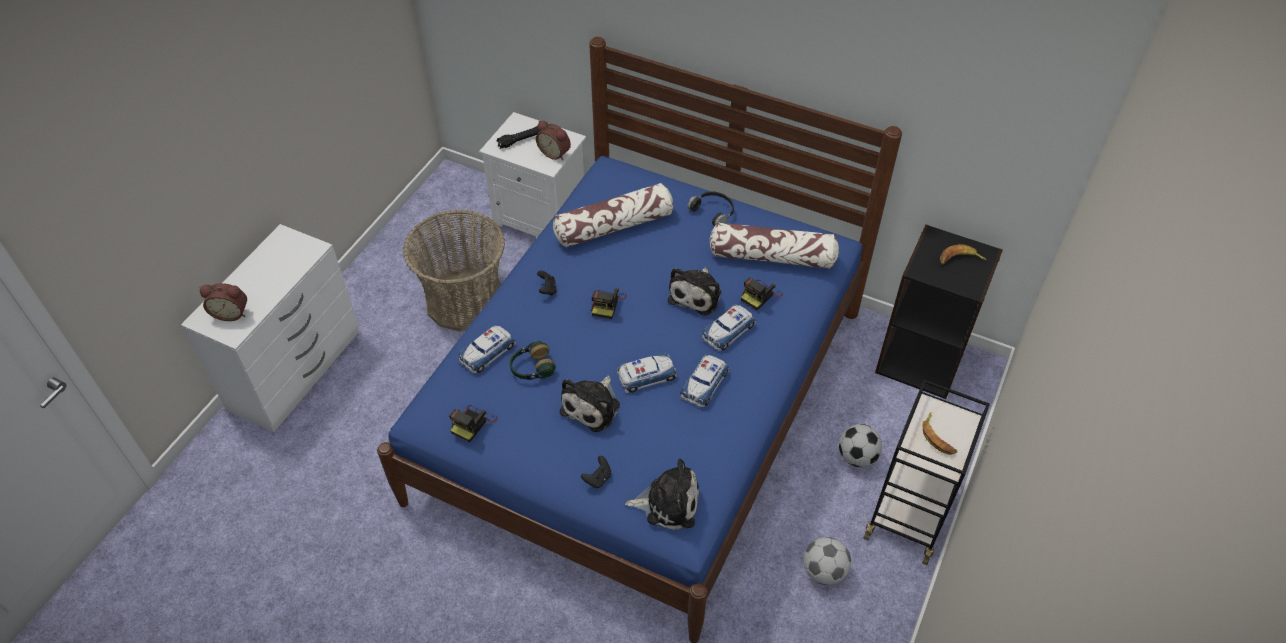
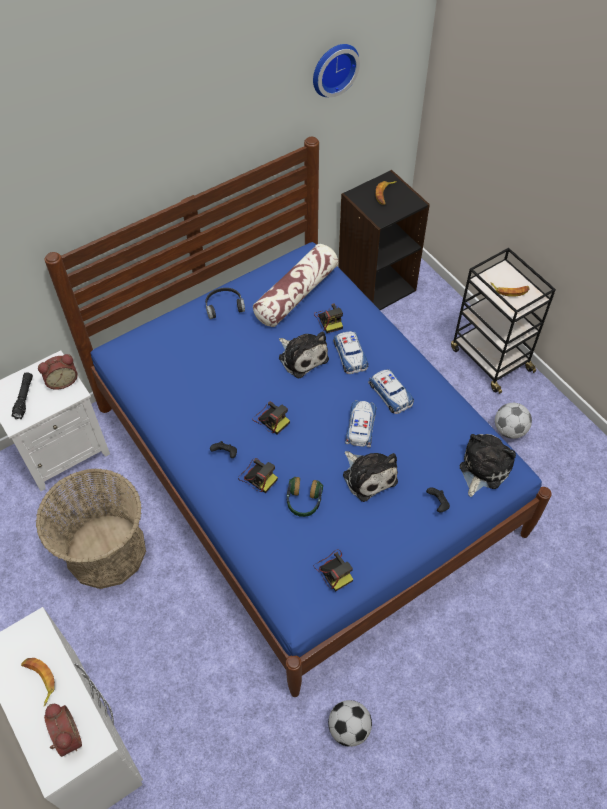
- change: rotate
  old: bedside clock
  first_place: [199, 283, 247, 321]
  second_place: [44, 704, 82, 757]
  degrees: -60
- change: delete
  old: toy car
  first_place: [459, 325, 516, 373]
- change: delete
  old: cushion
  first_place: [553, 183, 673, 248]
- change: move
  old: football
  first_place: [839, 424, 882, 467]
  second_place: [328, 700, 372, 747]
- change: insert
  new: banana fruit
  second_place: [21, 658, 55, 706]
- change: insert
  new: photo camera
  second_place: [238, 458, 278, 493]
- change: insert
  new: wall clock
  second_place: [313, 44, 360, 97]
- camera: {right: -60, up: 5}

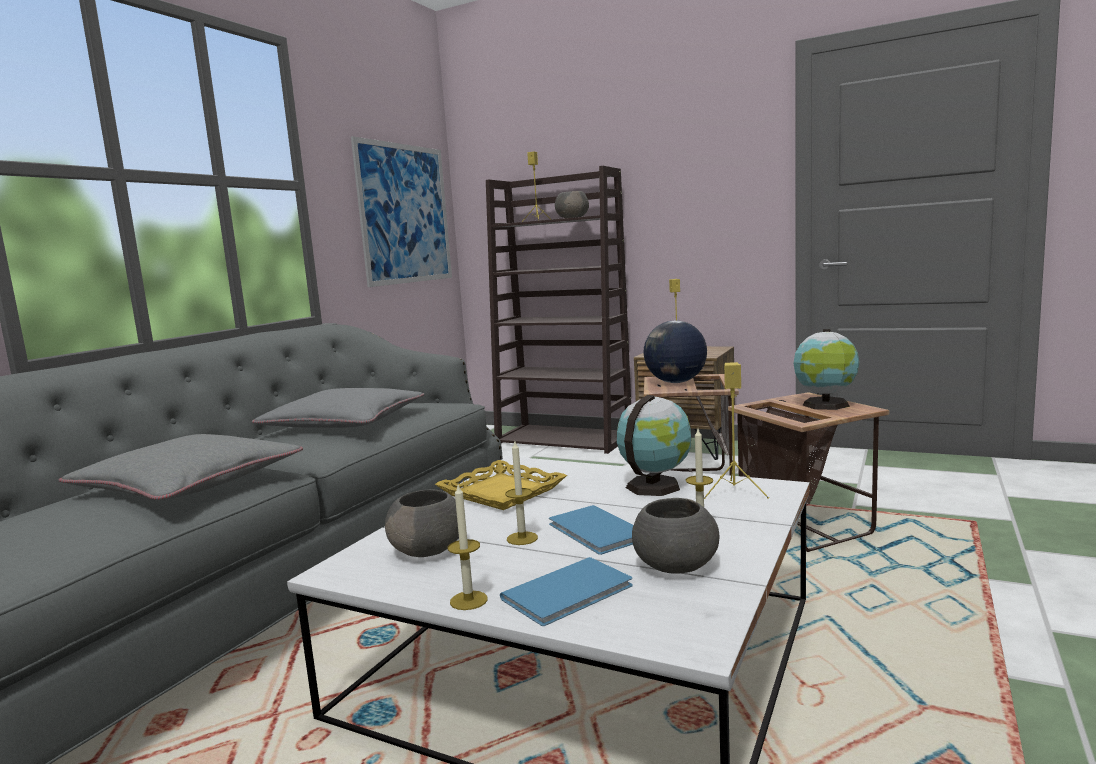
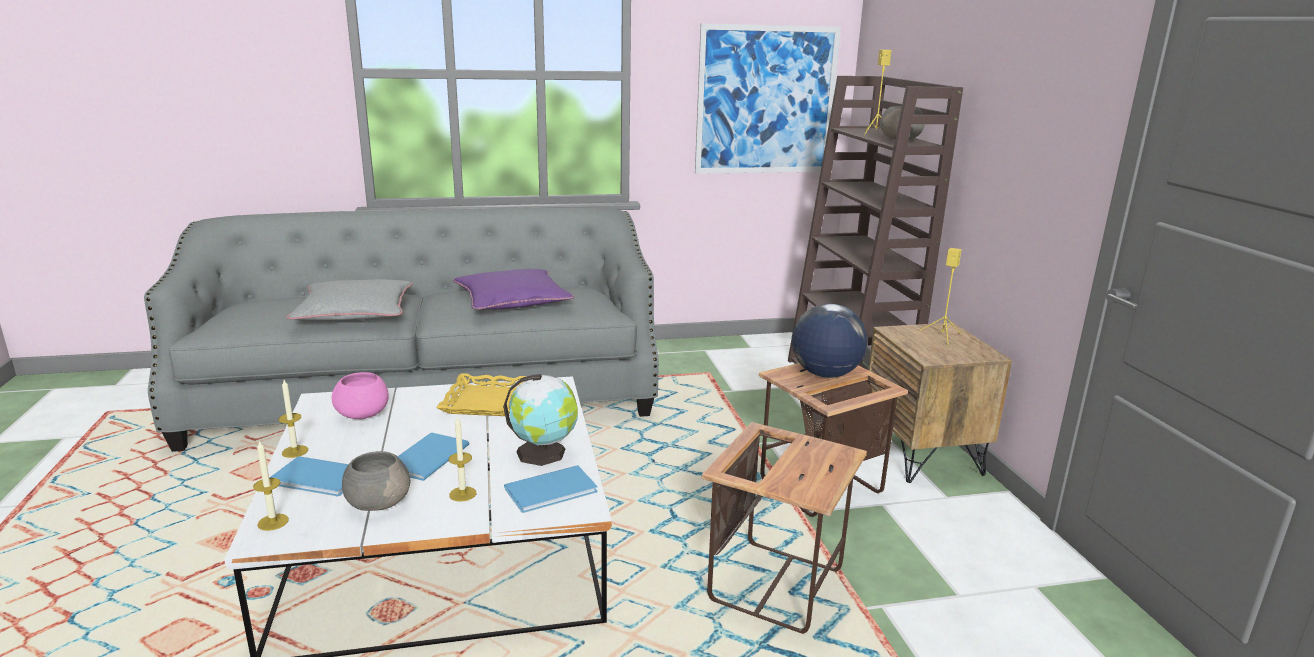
- change: recolor
  old: cushion in grey
  new: cushion in purple
  first_place: [252, 388, 424, 428]
  second_place: [453, 269, 574, 310]
- change: recolor
  old: bowl in grey
  new: bowl in pink-coloured
  first_place: [385, 489, 459, 557]
  second_place: [332, 372, 389, 419]
- change: move
  old: wax candle
  first_place: [505, 441, 538, 545]
  second_place: [253, 440, 289, 531]
- change: replace
  old: speaker in yellow
  new: bound book in blue
  first_place: [704, 362, 769, 499]
  second_place: [504, 465, 597, 513]
- change: delete
  old: globe
  first_place: [794, 329, 859, 410]
- camera: {right: 50, up: 10}

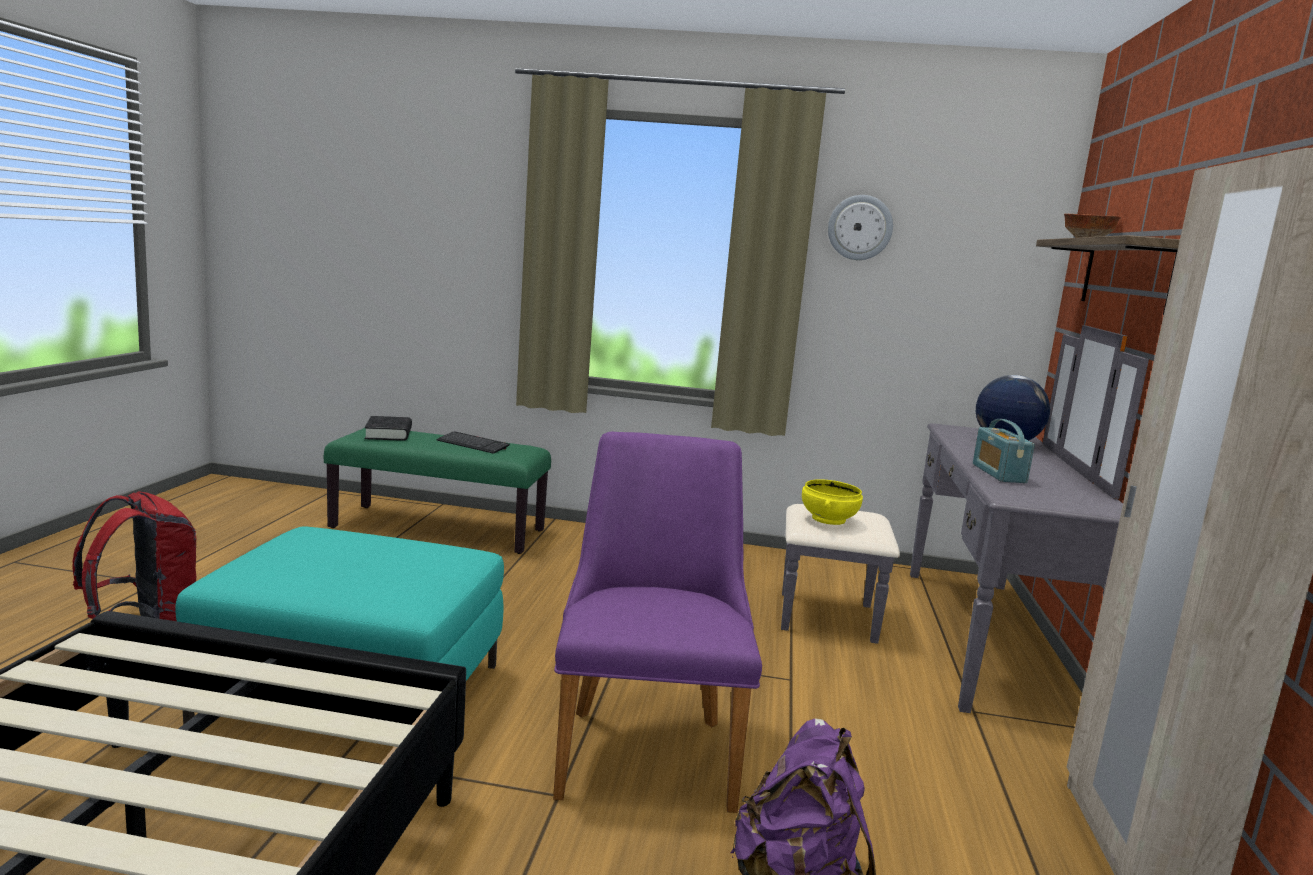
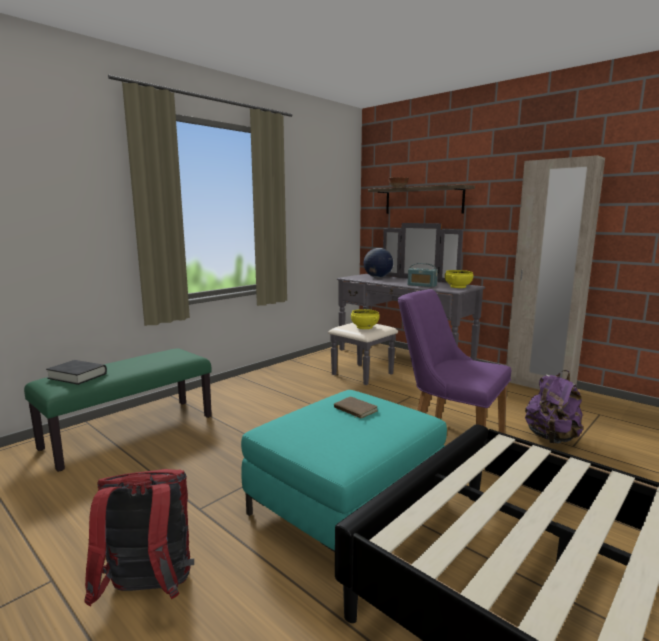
- change: delete
  old: computer keyboard
  first_place: [437, 431, 510, 454]
- change: delete
  old: wall clock
  first_place: [828, 195, 893, 260]
- change: insert
  new: bound book in brown-coloured
  second_place: [334, 397, 378, 418]
- change: insert
  new: bowl in yellow
  second_place: [445, 270, 473, 288]
- camera: {right: -55, up: 0}

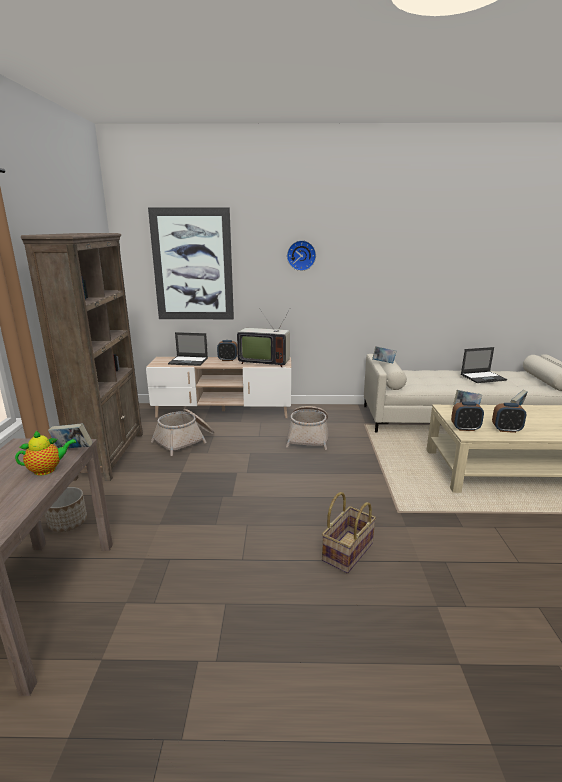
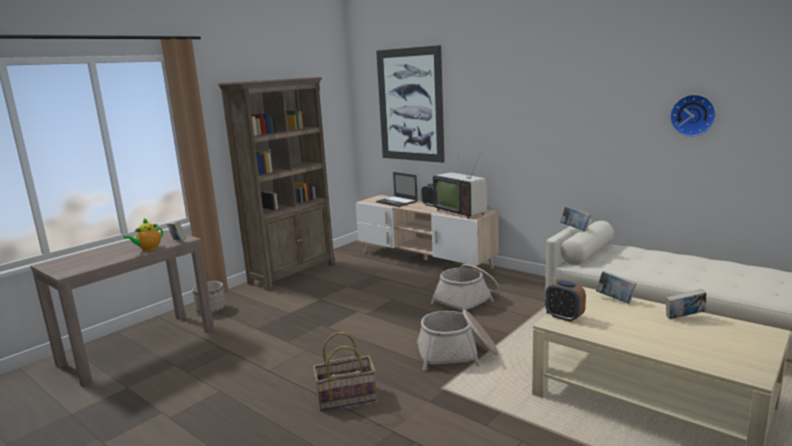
- change: rotate
  old: tea pot
  first_place: [15, 430, 76, 476]
  second_place: [123, 219, 163, 251]
  degrees: 120
- change: move
  old: basket
  first_place: [151, 409, 214, 456]
  second_place: [416, 310, 499, 371]
- change: move
  old: wall clock
  first_place: [287, 240, 316, 271]
  second_place: [670, 94, 716, 137]
- change: delete
  old: portable computer
  first_place: [461, 347, 507, 383]
- change: delete
  old: bedside clock
  first_place: [492, 403, 526, 433]
- camera: {right: 40, up: -5}

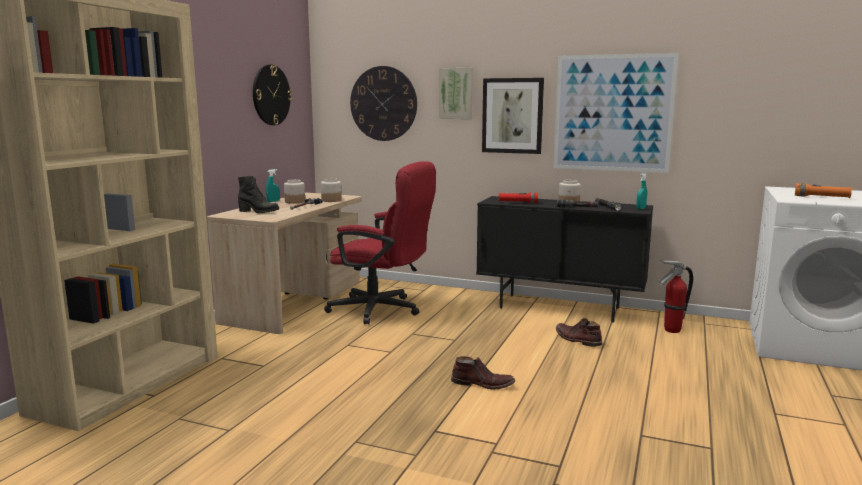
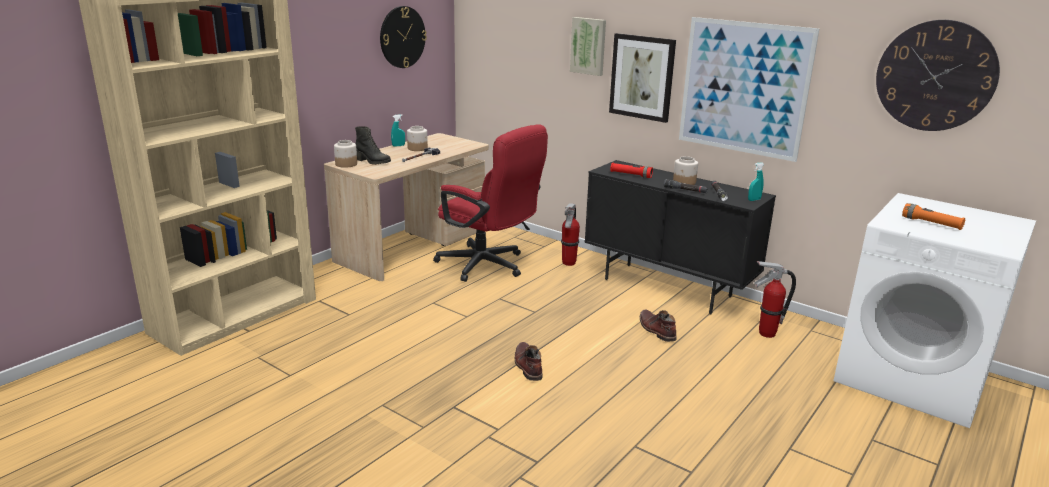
- change: move
  old: storage jar
  first_place: [321, 178, 341, 202]
  second_place: [334, 140, 357, 168]
- change: move
  old: wall clock
  first_place: [350, 66, 417, 141]
  second_place: [876, 20, 1000, 131]
- change: rotate
  old: high-top boot in brown-coloured
  first_place: [451, 356, 515, 390]
  second_place: [515, 342, 542, 381]
  degrees: -135
- change: insert
  new: extinguisher
  second_place: [561, 203, 580, 266]
- camera: {right: 15, up: 10}

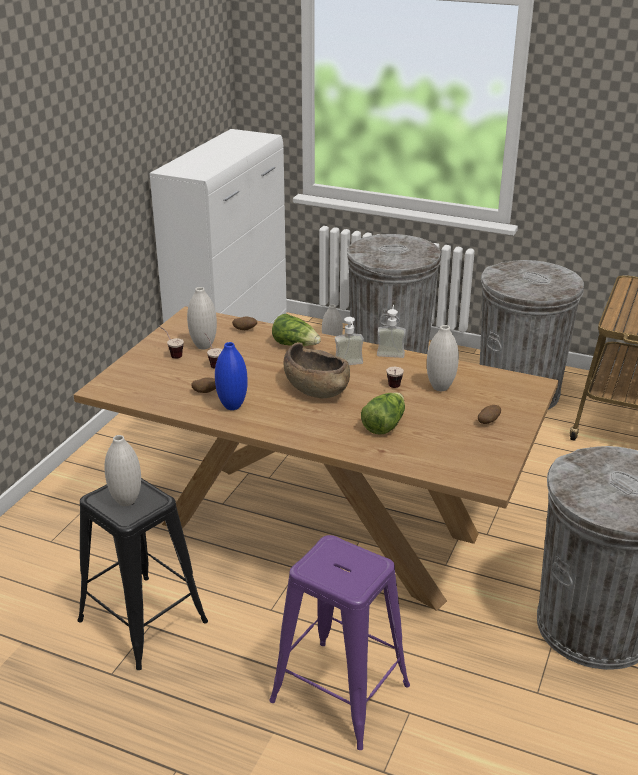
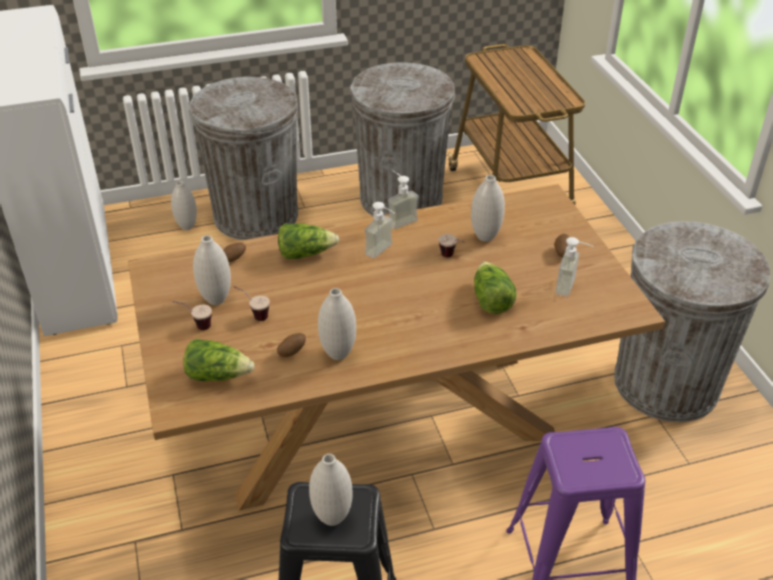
- change: recolor
  old: flower vase in blue
  new: flower vase in white-coloured
  first_place: [215, 342, 248, 410]
  second_place: [318, 288, 356, 360]
- change: delete
  old: bowl in brown-coloured
  first_place: [284, 342, 350, 398]
- change: insert
  new: lettuce head
  second_place: [184, 339, 255, 381]
- change: insert
  new: soap bottle
  second_place: [555, 237, 594, 296]
- camera: {right: -40, up: 10}

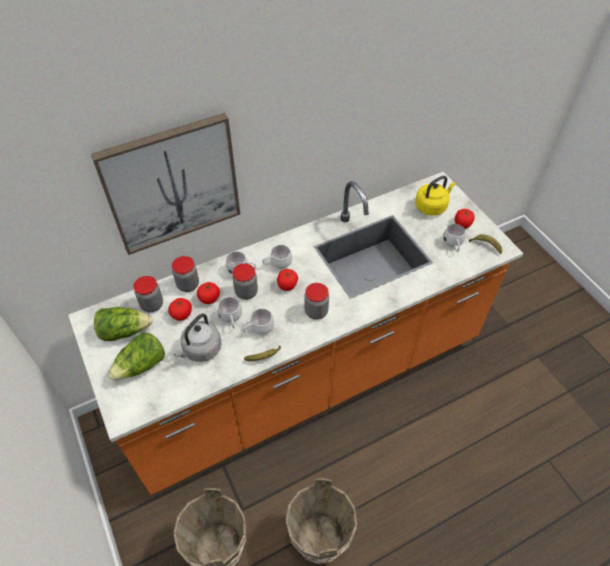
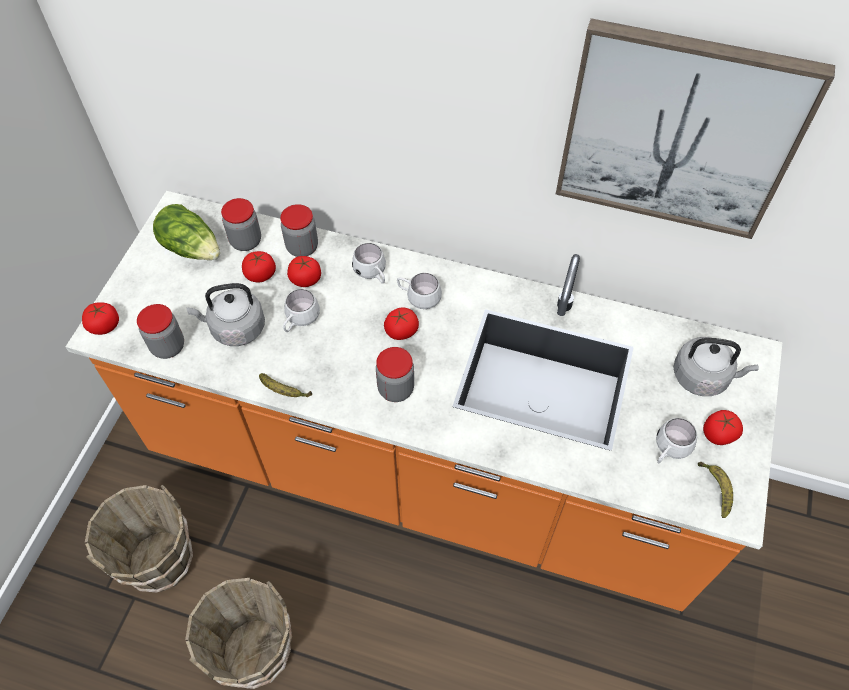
- change: move
  old: wall picture
  first_place: [91, 113, 240, 255]
  second_place: [556, 18, 835, 239]
- change: delete
  old: lettuce head
  first_place: [108, 333, 165, 380]
- change: move
  old: storage jar
  first_place: [233, 263, 258, 300]
  second_place: [137, 304, 184, 359]
- change: delete
  old: mug in white-coloured
  first_place: [243, 309, 274, 334]
- change: recolor
  old: water kettle in yellow
  new: water kettle in grey
  first_place: [415, 176, 456, 216]
  second_place: [673, 337, 759, 396]
- change: insert
  new: tomato
  second_place: [82, 302, 119, 335]
- camera: {right: 45, up: 5}

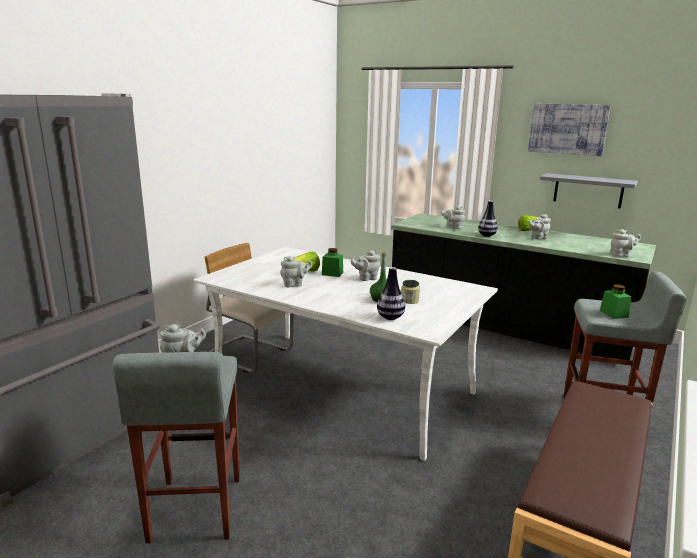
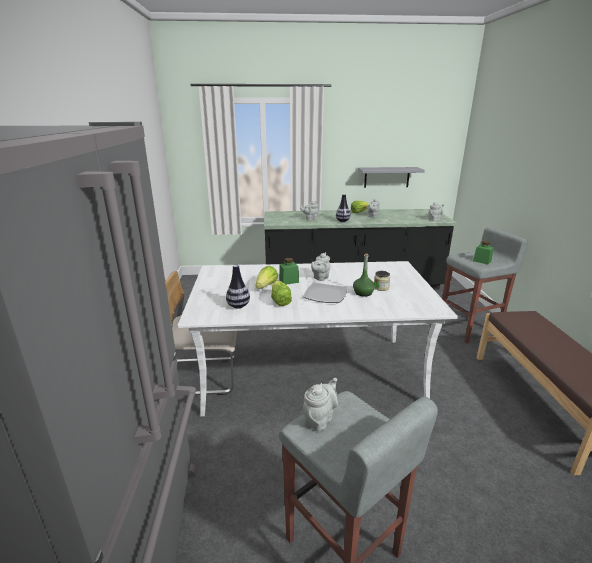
- change: replace
  old: tea pot in grey
  new: lettuce head
  first_place: [280, 256, 312, 287]
  second_place: [271, 280, 292, 306]
- change: move
  old: flower vase
  first_place: [377, 267, 405, 320]
  second_place: [226, 264, 250, 309]
- change: delete
  old: wall picture
  first_place: [528, 104, 611, 156]
- change: insert
  new: plate
  second_place: [303, 282, 347, 303]
- camera: {right: -35, up: 5}

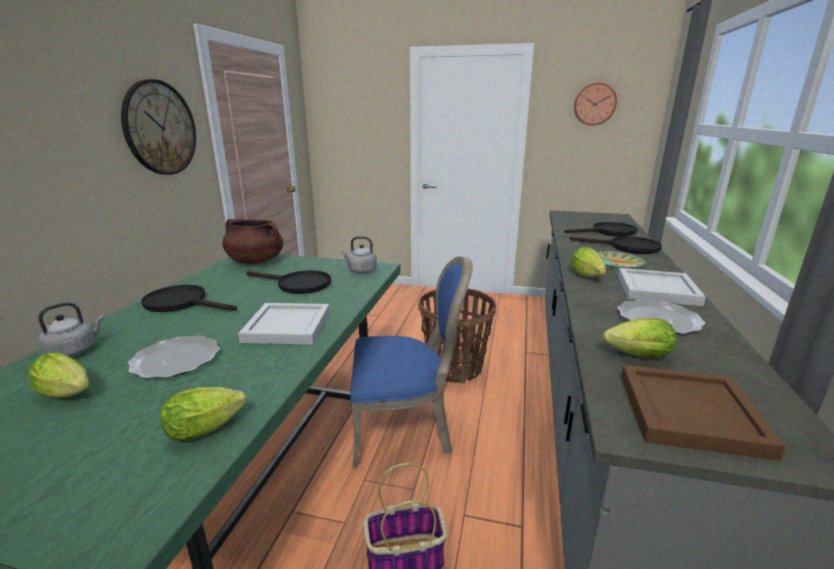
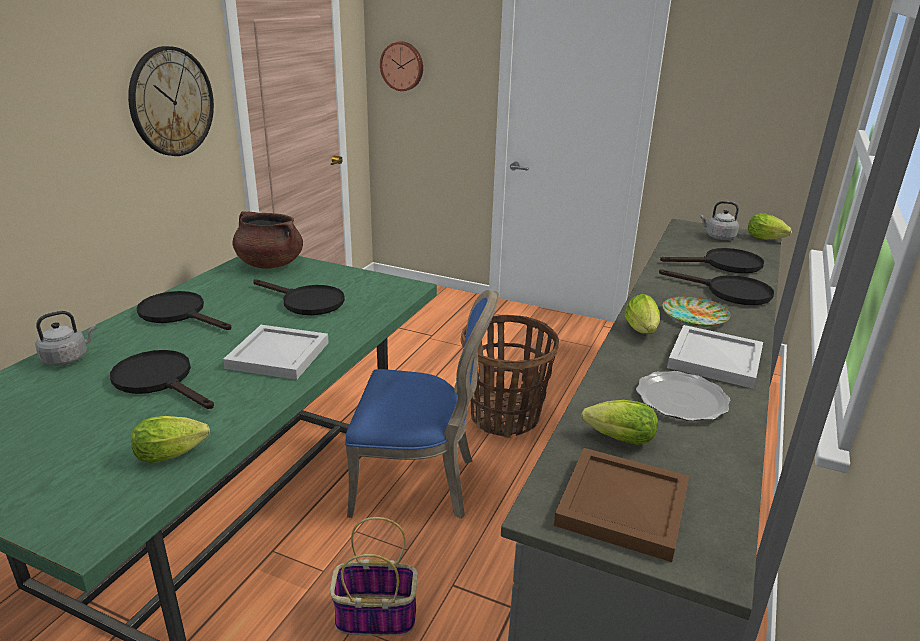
- change: move
  old: lettuce head
  first_place: [28, 352, 89, 398]
  second_place: [748, 213, 792, 240]
- change: replace
  old: plate
  new: frying pan in blackish
  first_place: [128, 335, 220, 379]
  second_place: [110, 350, 214, 409]
- change: move
  old: water kettle in grey
  first_place: [341, 236, 377, 273]
  second_place: [700, 201, 739, 240]
- change: move
  old: wall clock
  first_place: [574, 82, 617, 125]
  second_place: [380, 42, 423, 91]
- camera: {right: 10, up: 5}

